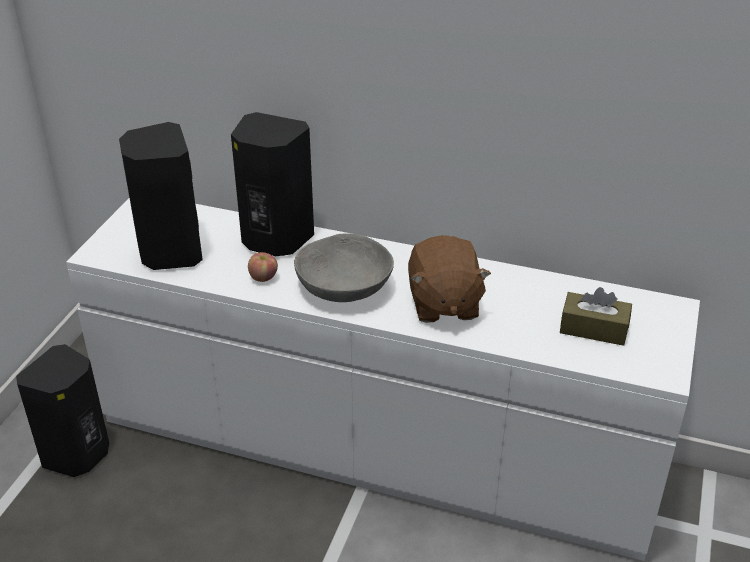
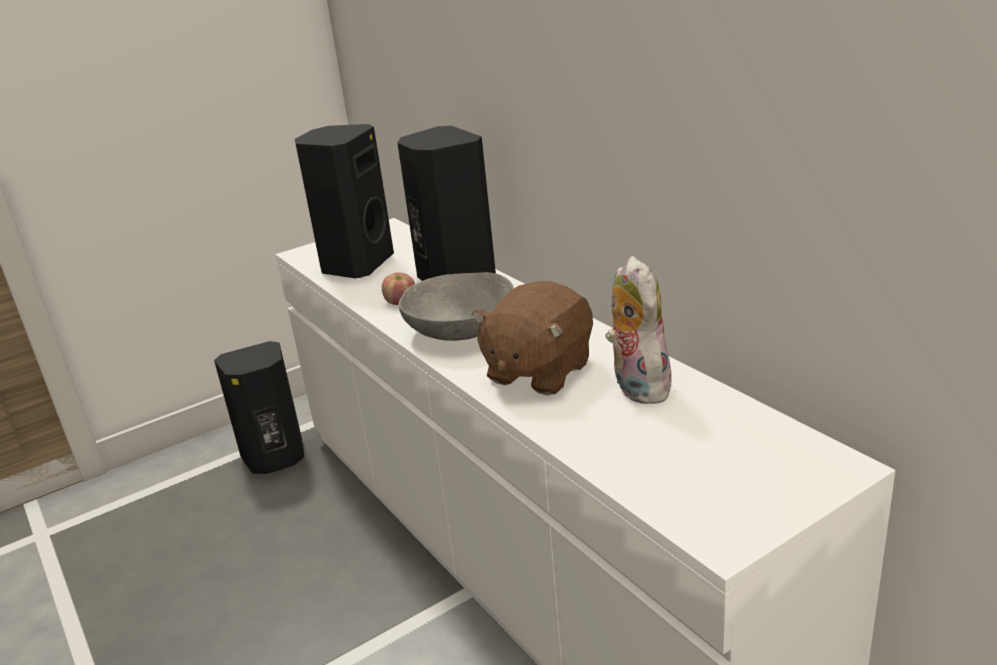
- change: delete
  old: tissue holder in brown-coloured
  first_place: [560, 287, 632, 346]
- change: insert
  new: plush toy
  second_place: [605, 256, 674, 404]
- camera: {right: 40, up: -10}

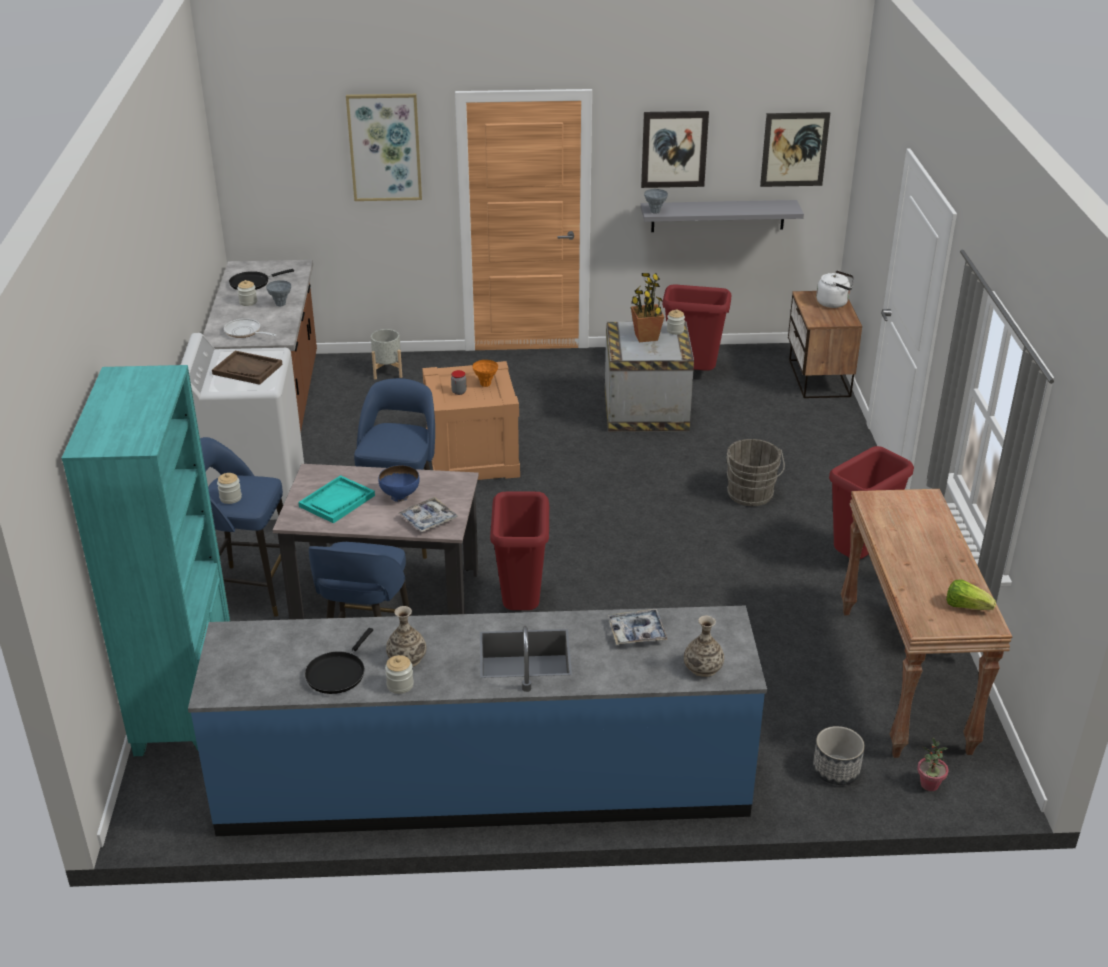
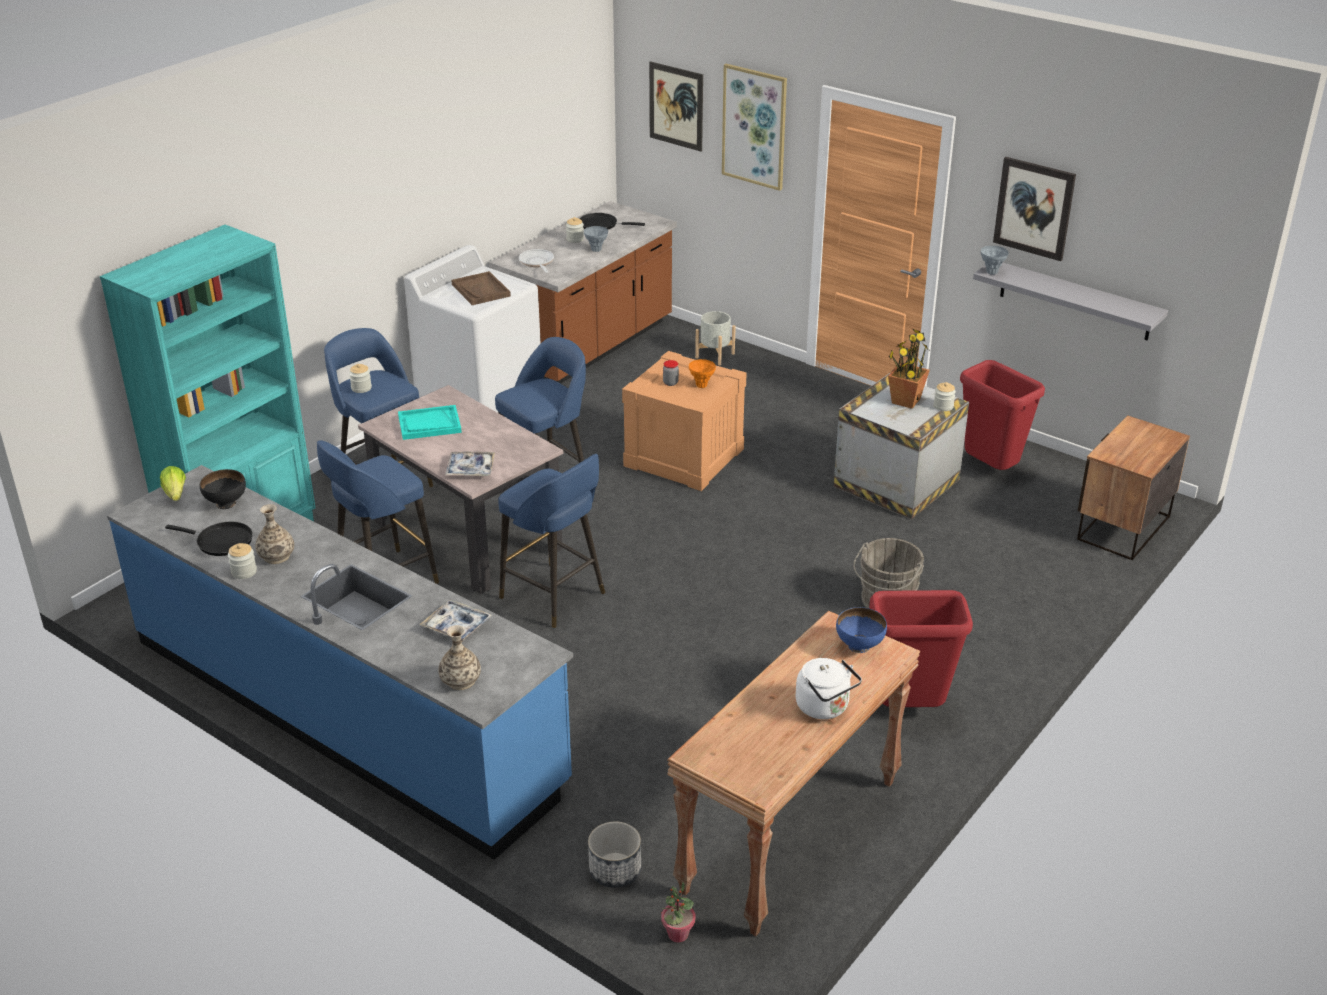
- change: rotate
  old: frying pan in blackish
  first_place: [305, 628, 373, 694]
  second_place: [165, 522, 253, 556]
  degrees: -135
- change: move
  old: bowl in blue
  first_place: [378, 465, 420, 502]
  second_place: [836, 607, 887, 653]
- change: replace
  old: trash can in red-coloured
  new: stool seat in blue
  first_place: [490, 492, 549, 610]
  second_place: [498, 454, 605, 628]
- change: move
  old: wall picture
  first_place: [760, 112, 830, 187]
  second_place: [649, 61, 703, 152]
- change: move
  old: water kettle in white-coloured
  first_place: [816, 270, 854, 308]
  second_place: [796, 658, 862, 719]
- change: move
  old: lettuce head
  first_place: [946, 579, 996, 610]
  second_place: [160, 466, 186, 501]
- change: insert
  new: bowl in blackish
  second_place: [200, 469, 246, 509]
- camera: {right: 40, up: 0}

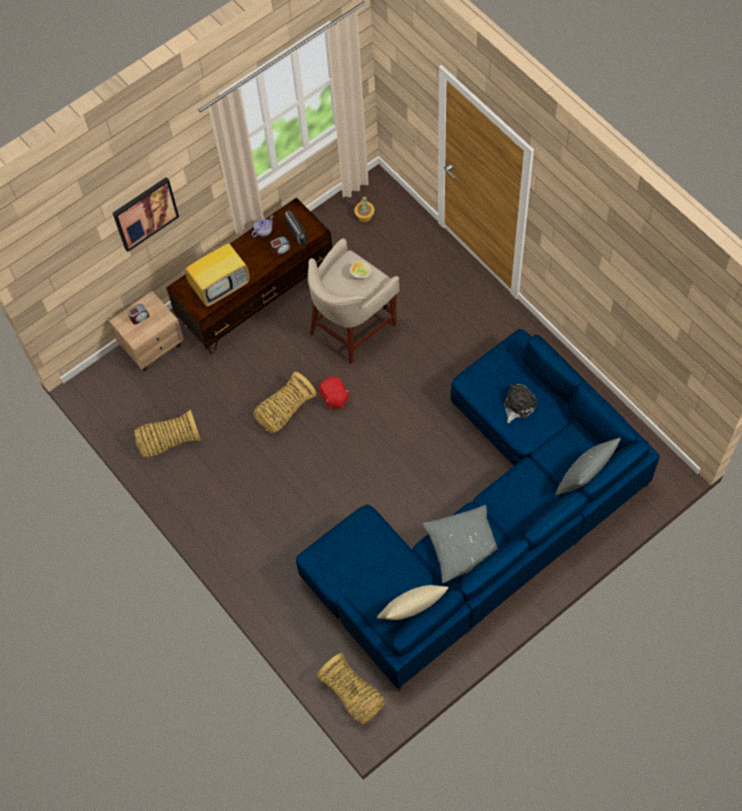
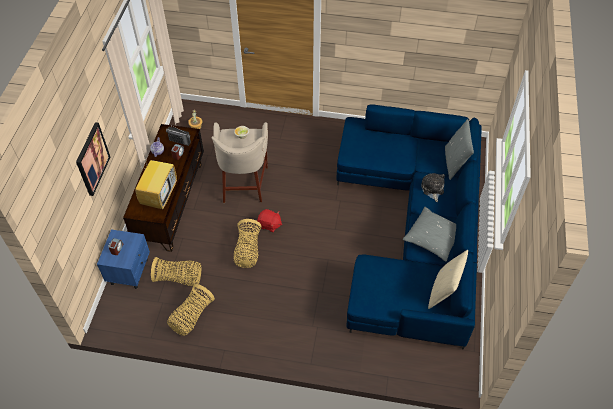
- change: recolor
  old: bedside table in sand-coloured
  new: bedside table in blue
  first_place: [109, 291, 184, 371]
  second_place: [97, 229, 150, 289]
- change: move
  old: basket
  first_place: [316, 653, 385, 724]
  second_place: [151, 257, 201, 286]
- change: move
  old: plush toy
  first_place: [504, 384, 538, 423]
  second_place: [421, 173, 445, 202]
- camera: {right: -45, up: -10}

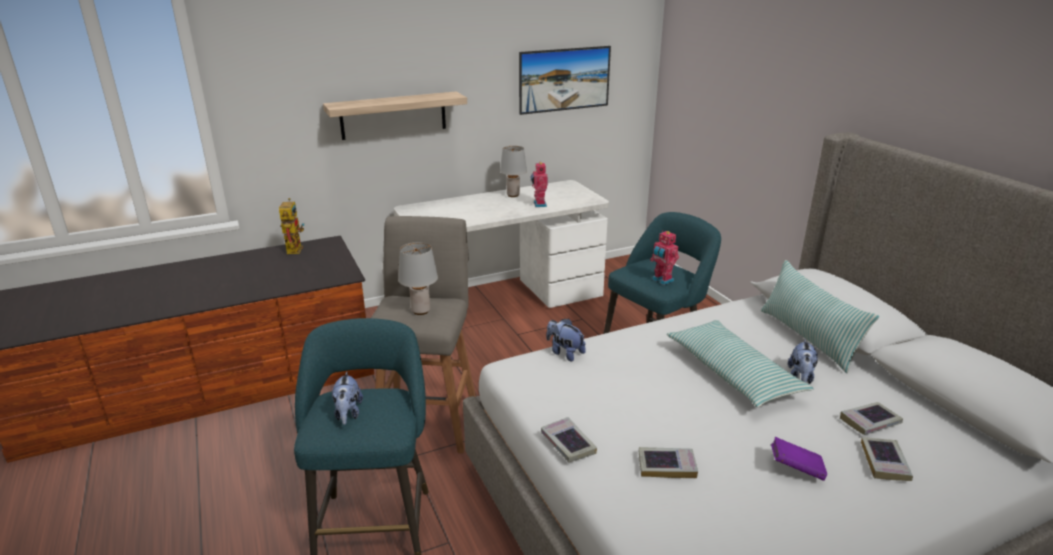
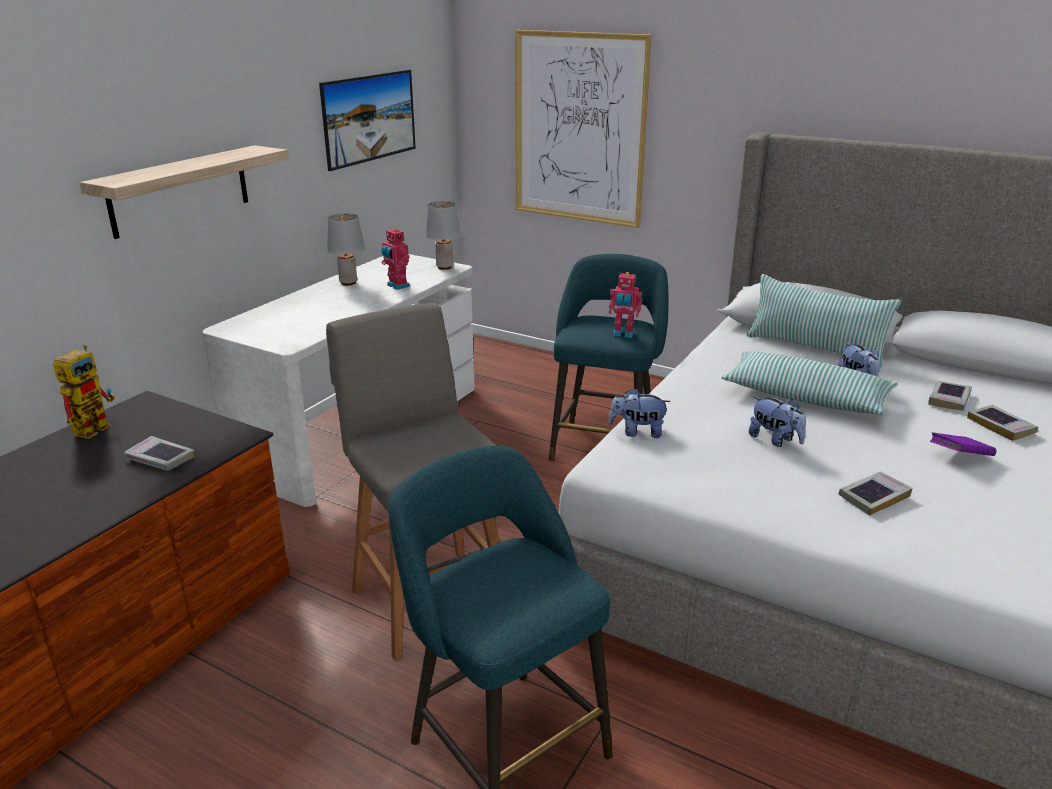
- change: rotate
  old: toy robot
  first_place: [279, 198, 304, 254]
  second_place: [53, 345, 115, 439]
  degrees: 60
- change: move
  old: plush toy
  first_place: [331, 372, 363, 425]
  second_place: [749, 397, 806, 447]
- change: move
  old: tabletop lamp in grey
  first_place: [398, 242, 438, 315]
  second_place: [425, 201, 461, 270]
- change: move
  old: bound book
  first_place: [541, 417, 597, 462]
  second_place: [124, 436, 195, 471]
- change: insert
  new: wall picture
  second_place: [515, 30, 652, 228]
- camera: {right: -35, up: 0}

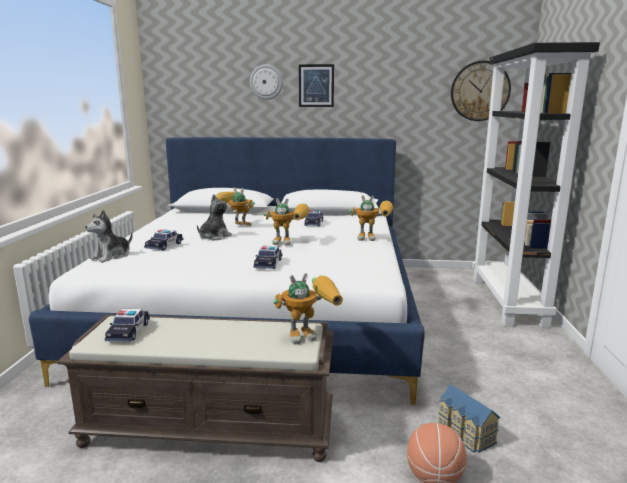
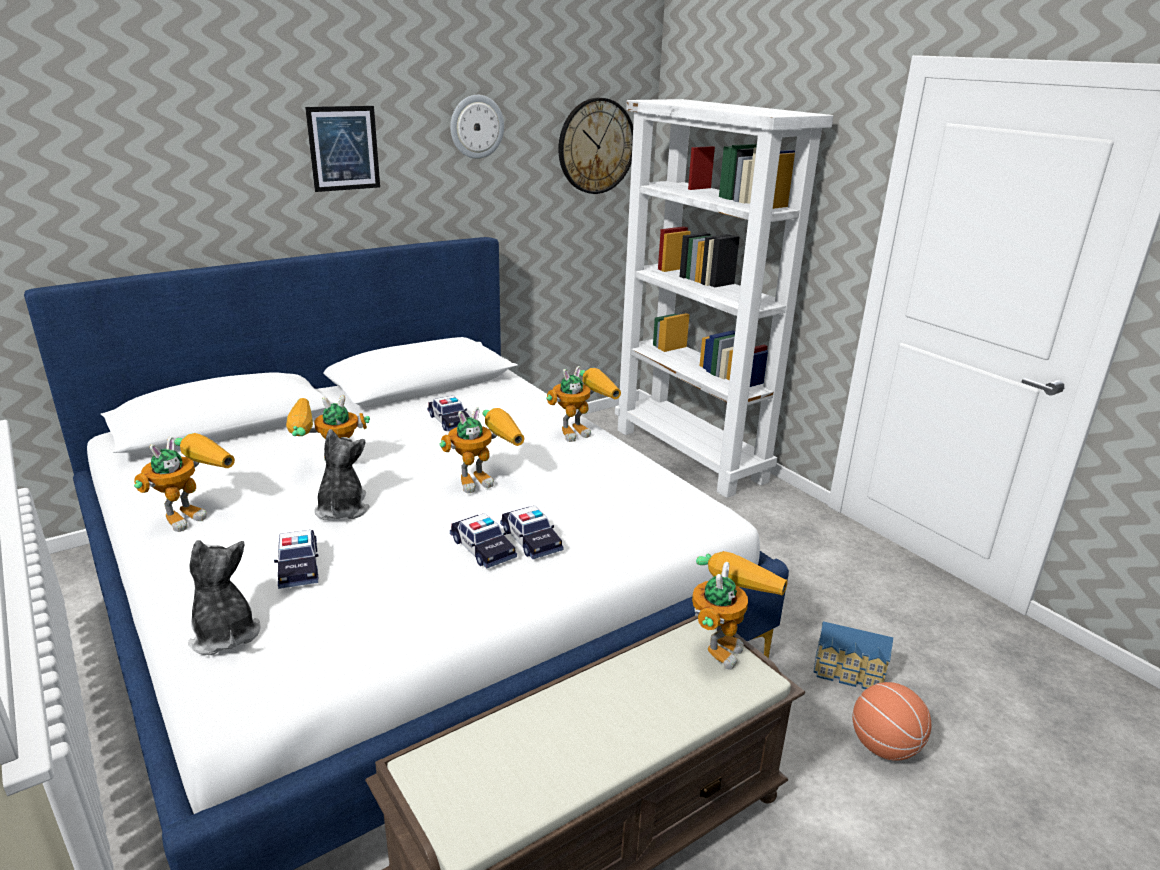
- change: rotate
  old: plush toy
  first_place: [85, 210, 133, 263]
  second_place: [188, 540, 261, 655]
  degrees: 150
- change: move
  old: toy car
  first_place: [105, 309, 150, 342]
  second_place: [450, 513, 517, 569]
- change: move
  old: wall clock
  first_place: [250, 64, 283, 100]
  second_place: [450, 95, 504, 159]
- change: recolor
  old: bookshelf in blackish
  new: bookshelf in white-coloured
  first_place: [472, 42, 600, 328]
  second_place: [615, 99, 833, 498]
- change: insert
  new: toy robot
  second_place: [134, 433, 235, 532]
- camera: {right: -40, up: 10}

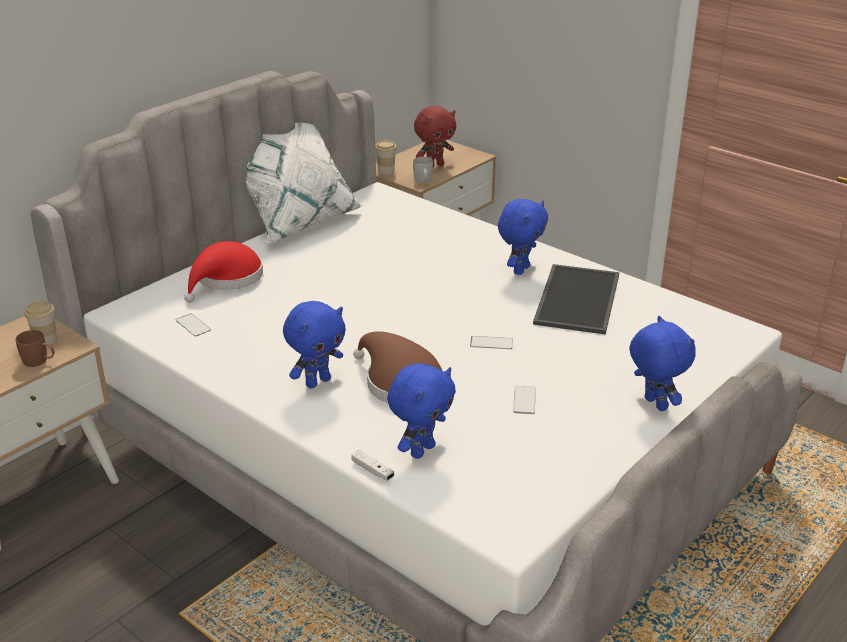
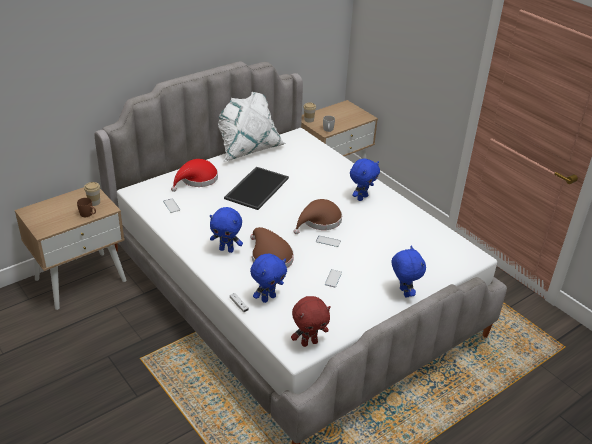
- change: rotate
  old: plush toy in blue
  first_place: [283, 301, 346, 388]
  second_place: [210, 207, 243, 253]
  degrees: 45
- change: move
  old: plush toy in red-coloured
  first_place: [414, 106, 456, 168]
  second_place: [291, 296, 331, 347]
- change: move
  old: tray
  first_place: [533, 264, 619, 335]
  second_place: [224, 167, 289, 210]
- change: insert
  new: wearable hat in brown-coloured
  second_place: [293, 199, 342, 234]
- camera: {right: 10, up: 5}

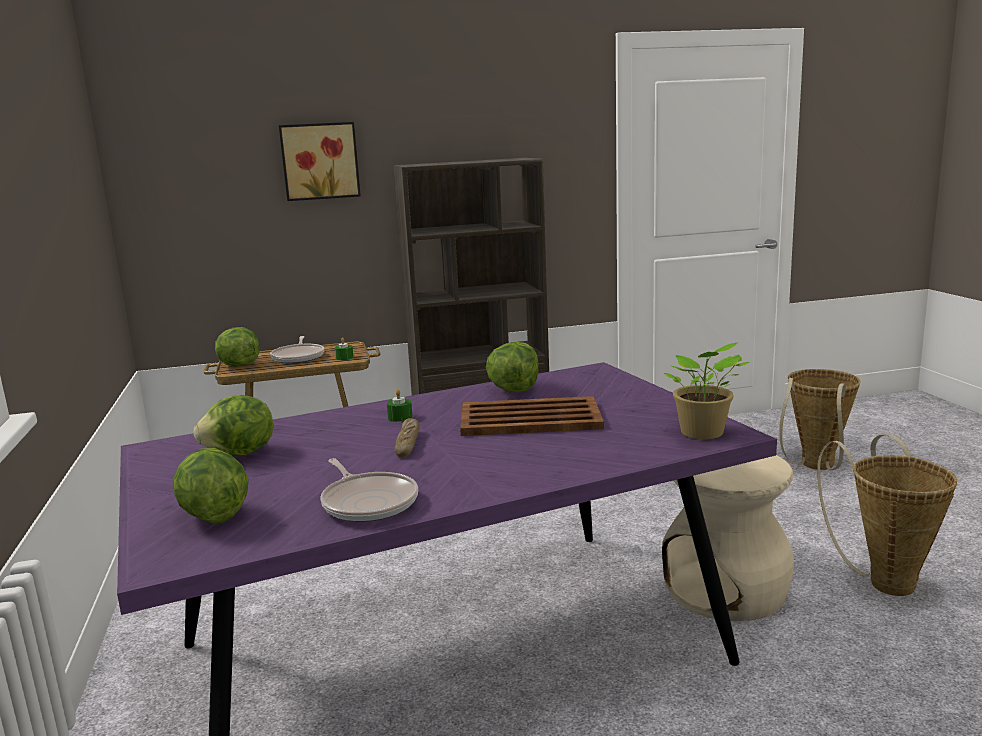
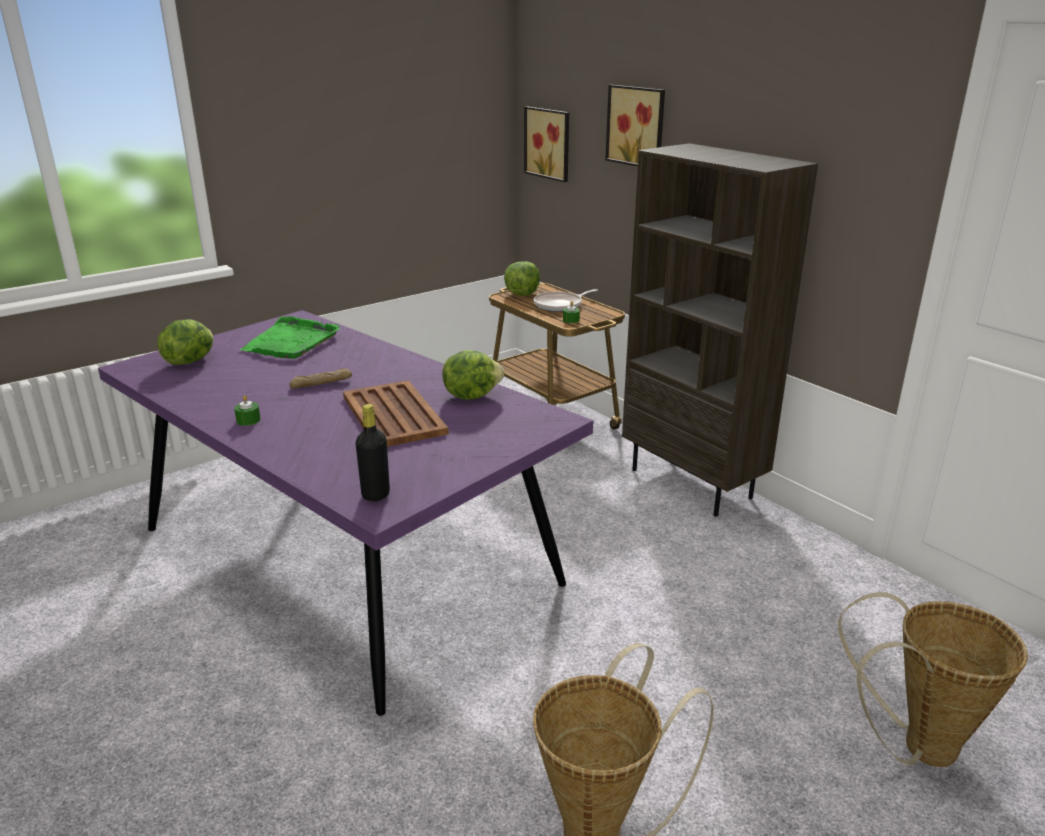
- change: replace
  old: lettuce head
  new: tray in greenish
  first_place: [193, 395, 273, 455]
  second_place: [240, 317, 340, 359]
- change: delete
  old: frying pan
  first_place: [320, 458, 418, 522]
- change: move
  old: wax candle in greenish
  first_place: [387, 389, 412, 422]
  second_place: [234, 395, 261, 426]
- change: delete
  old: stool seat in sand-coloured
  first_place: [662, 455, 794, 621]
- change: replace
  old: houseplant
  new: bottle in blackish
  first_place: [664, 342, 750, 439]
  second_place: [356, 404, 390, 502]
- change: insert
  new: wall picture
  second_place: [524, 107, 569, 182]
- camera: {right: 65, up: 10}

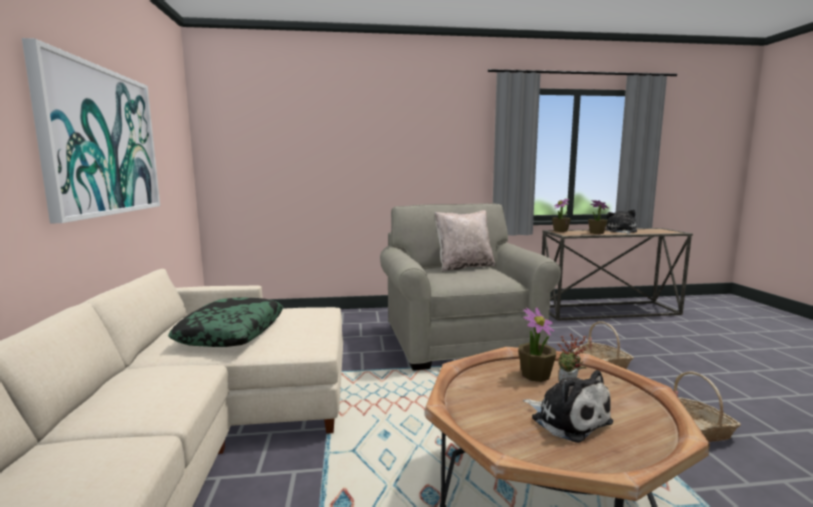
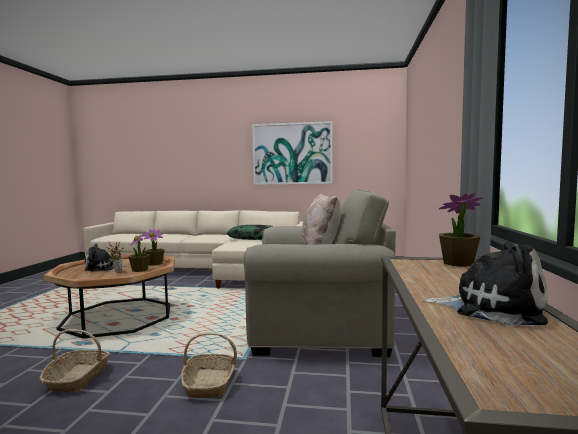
- change: move
  old: houseplant
  first_place: [588, 200, 609, 234]
  second_place: [144, 229, 165, 265]
- camera: {right: 105, up: -5}

